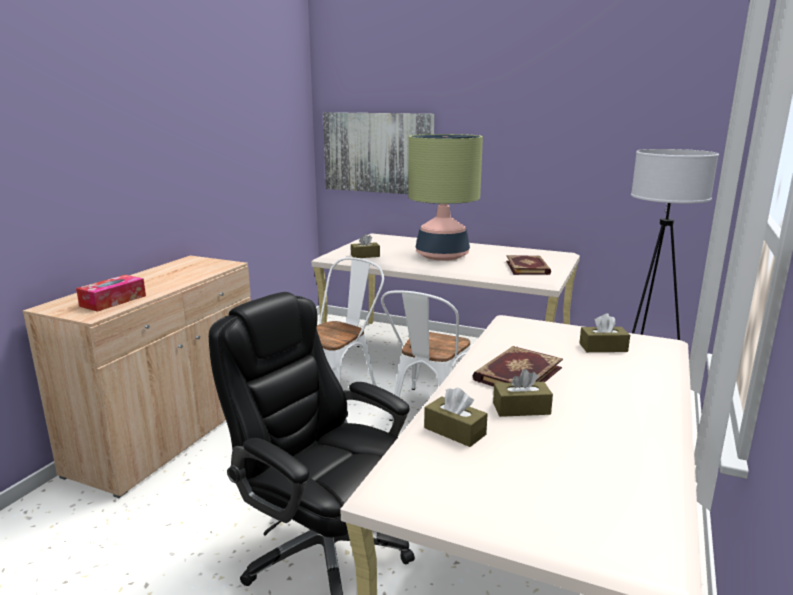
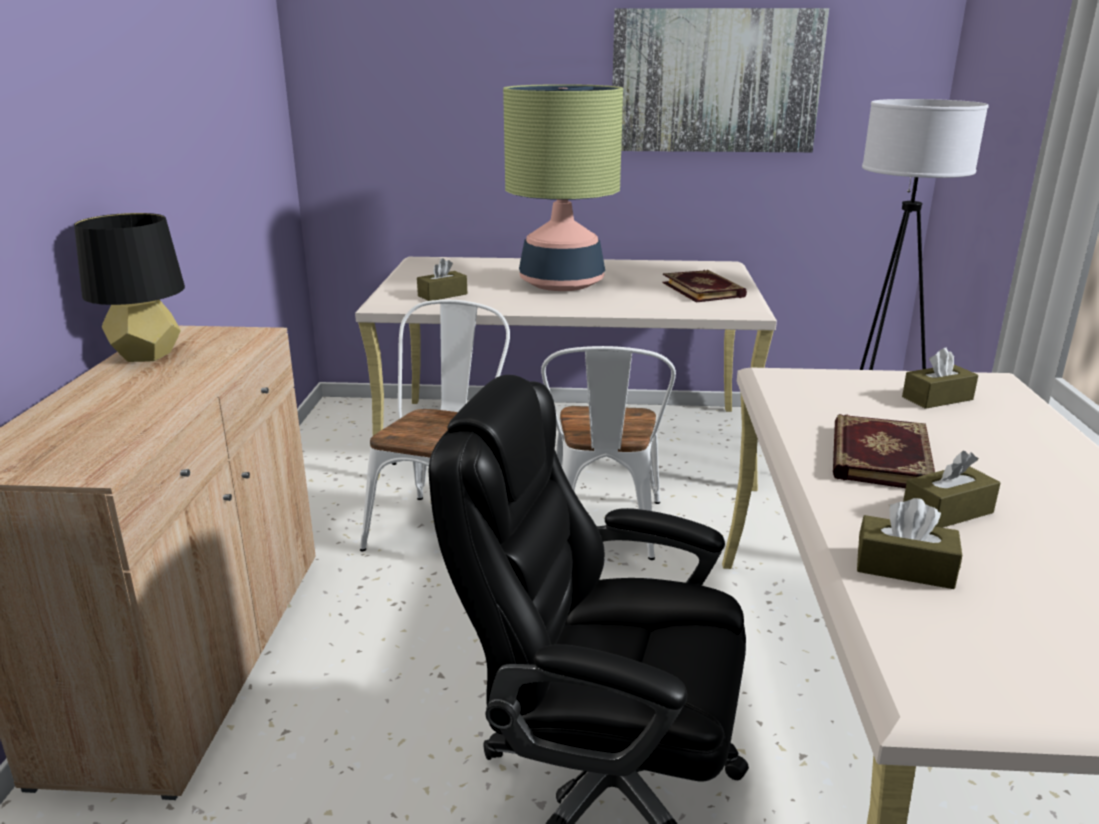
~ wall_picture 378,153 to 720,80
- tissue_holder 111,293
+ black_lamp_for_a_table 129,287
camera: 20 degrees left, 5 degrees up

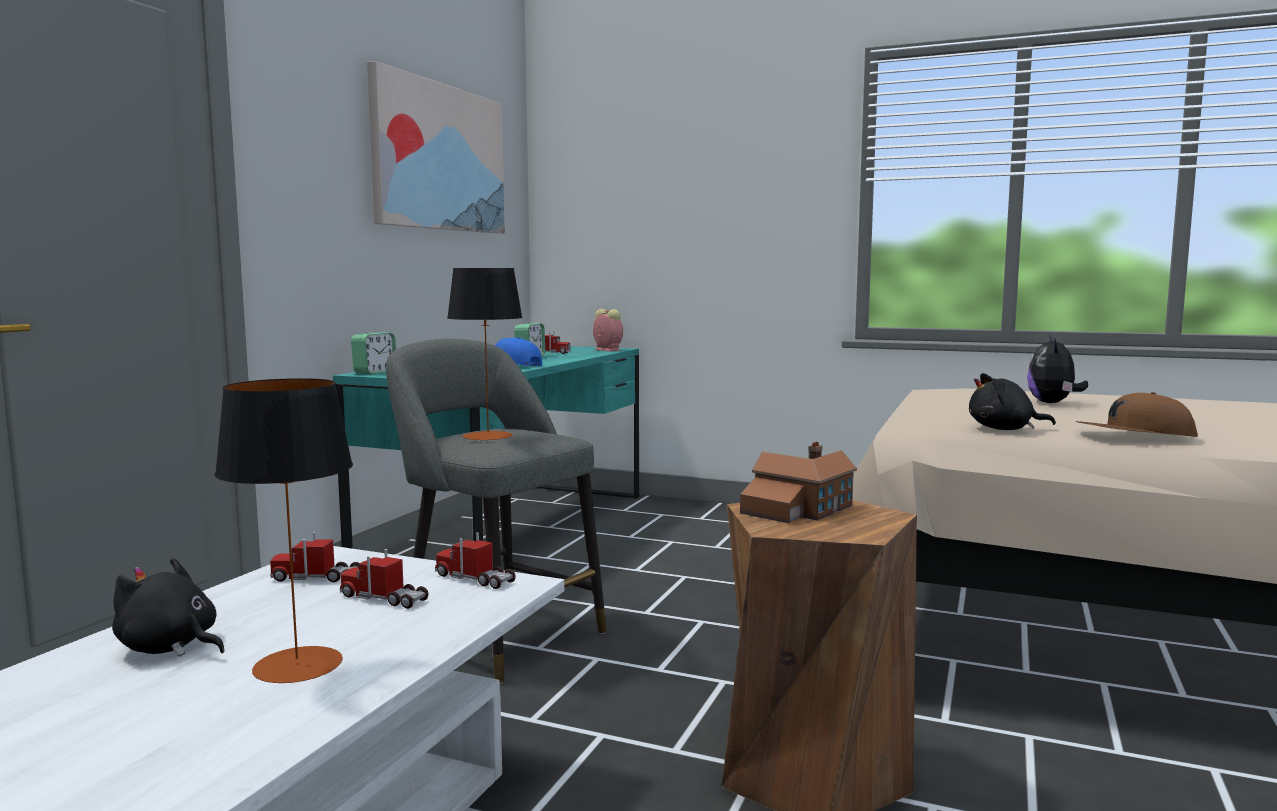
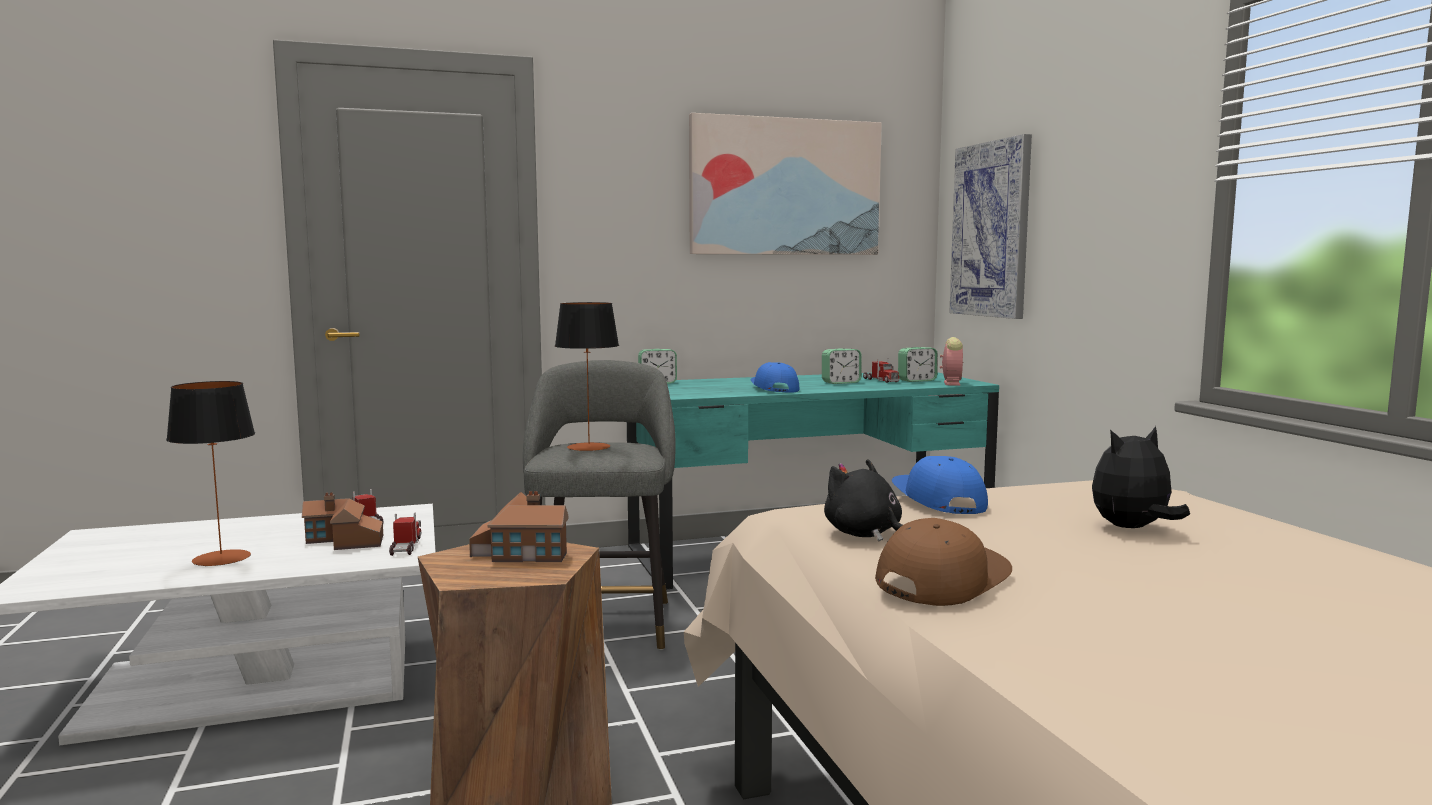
~ brownish_peaked_cap 1136,414 = 943,562 75 degrees clockwise
~ model_truck 384,579 to model_house 342,521
- black_soft_toy 168,607
+ wall_picture 990,226
+ bedside_clock 917,364
+ bluish_peaked_cap 940,485
camera: 50 degrees right, 0 degrees up

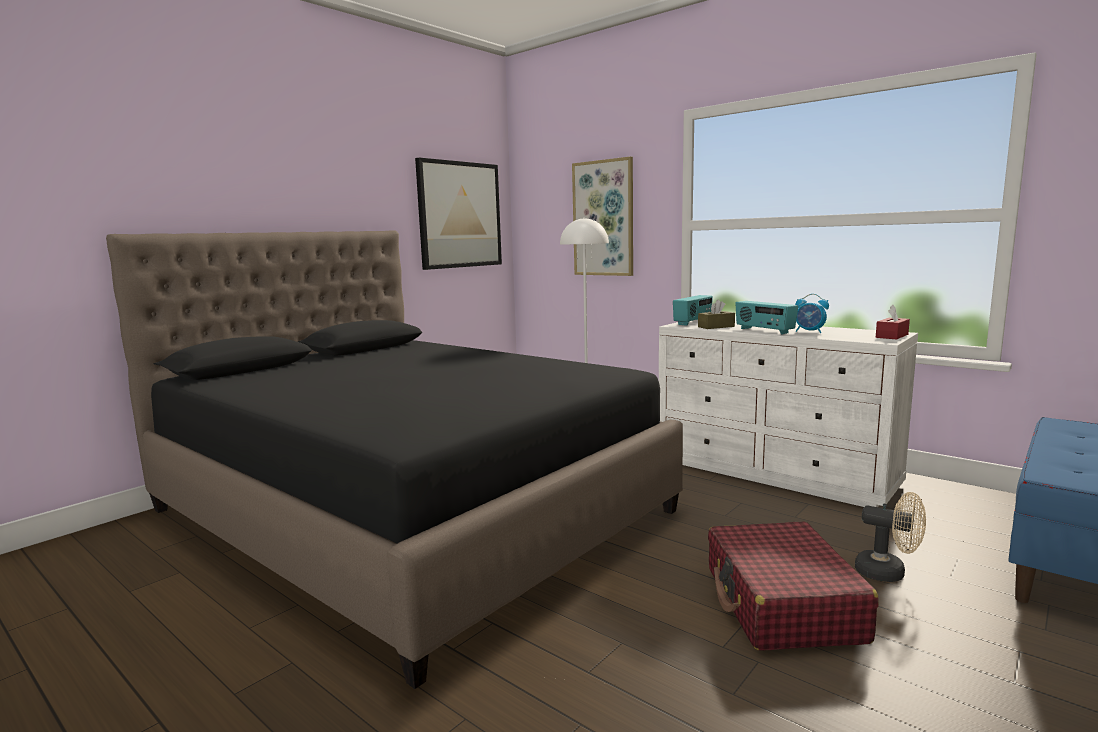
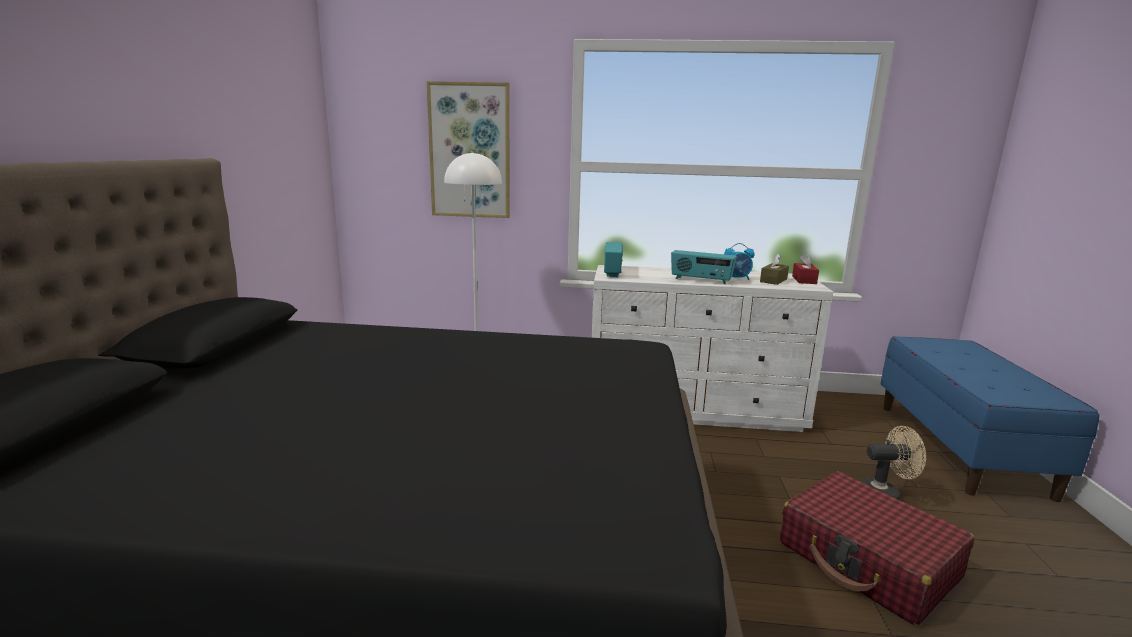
- wall_picture 458,214
~ brownish_tissue_holder 716,314 to 774,269
camera: 35 degrees left, 5 degrees up

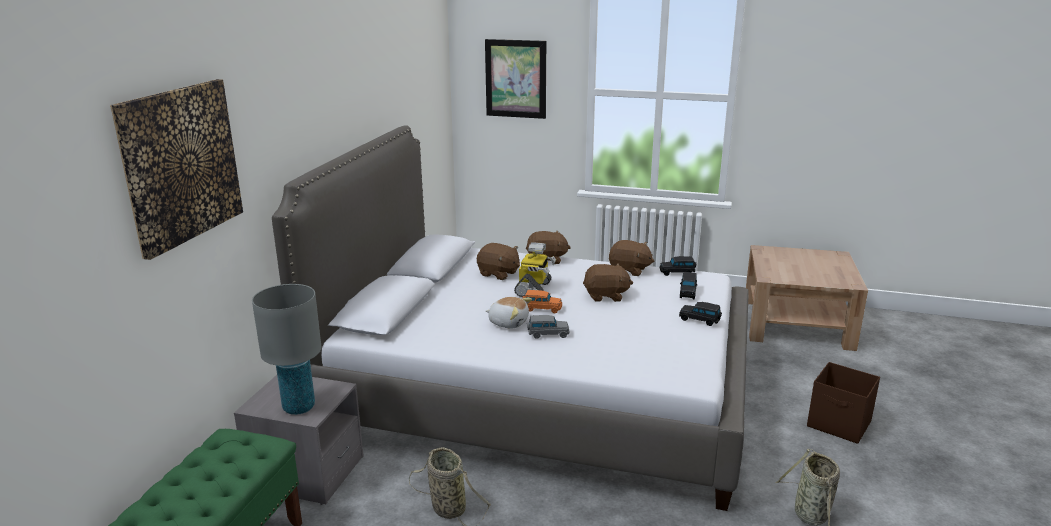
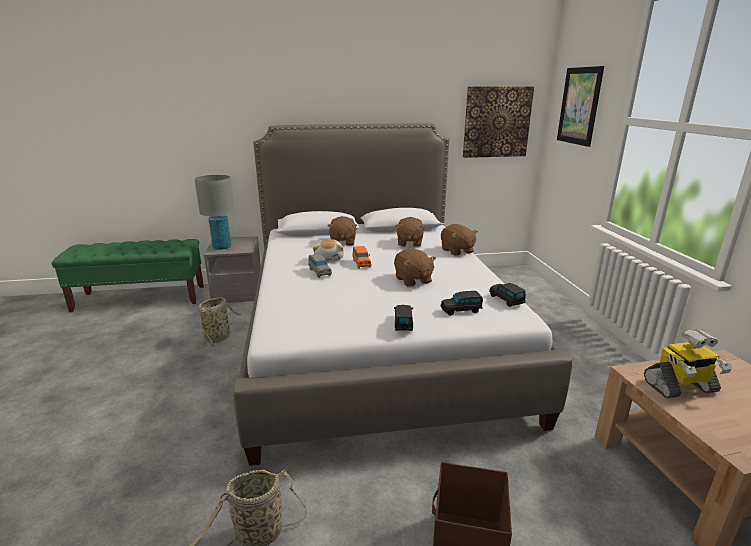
~ wall_picture 176,169 to 498,122
~ brownish_soft_toy 631,258 to 342,231
~ robot_figure 535,269 to 688,363
camera: 65 degrees right, 0 degrees up

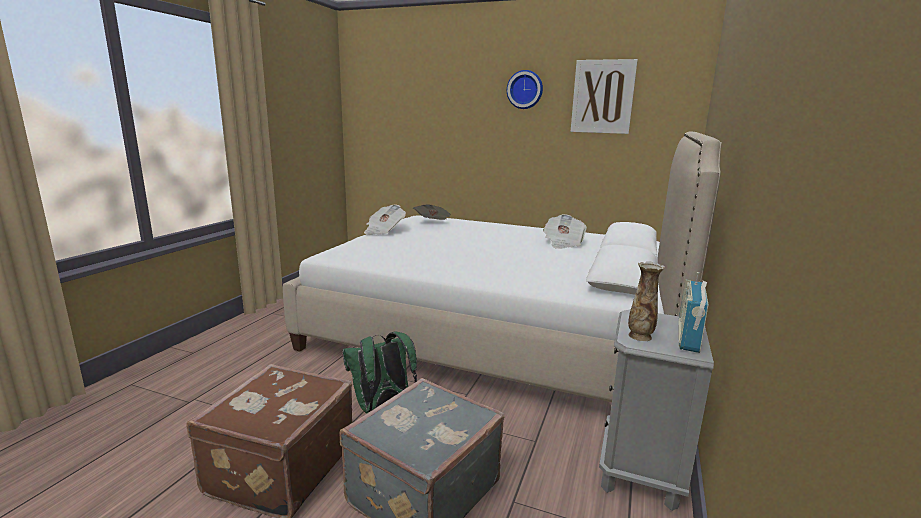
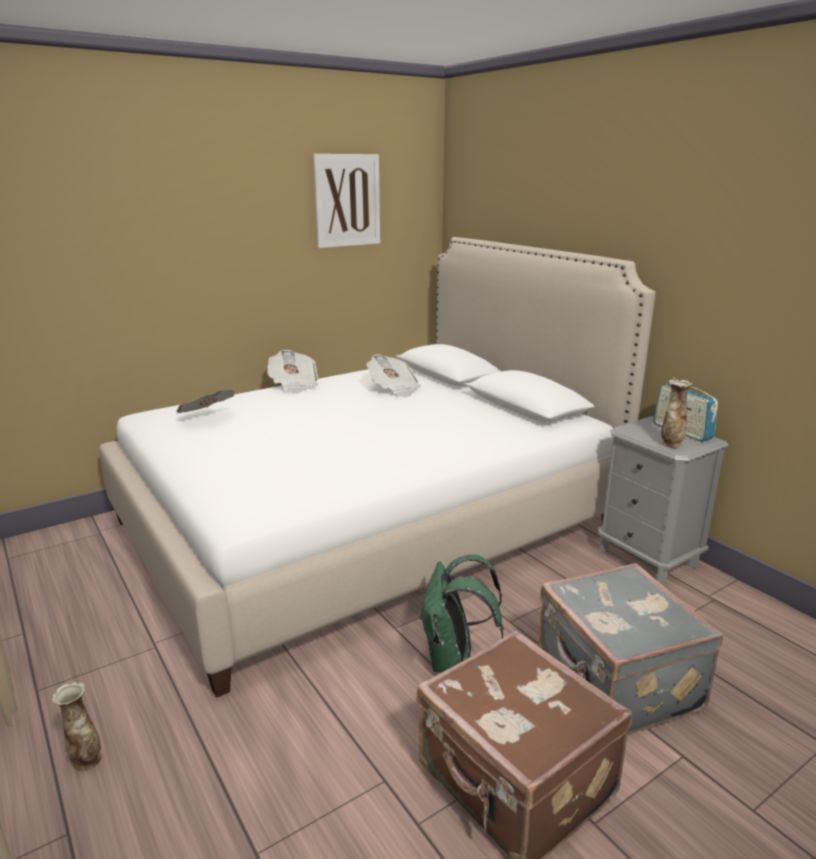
- hanging_clock 525,89
~ printed_paper 385,220 to 292,372
+ decorative_vase 77,726
camera: 55 degrees left, 5 degrees up

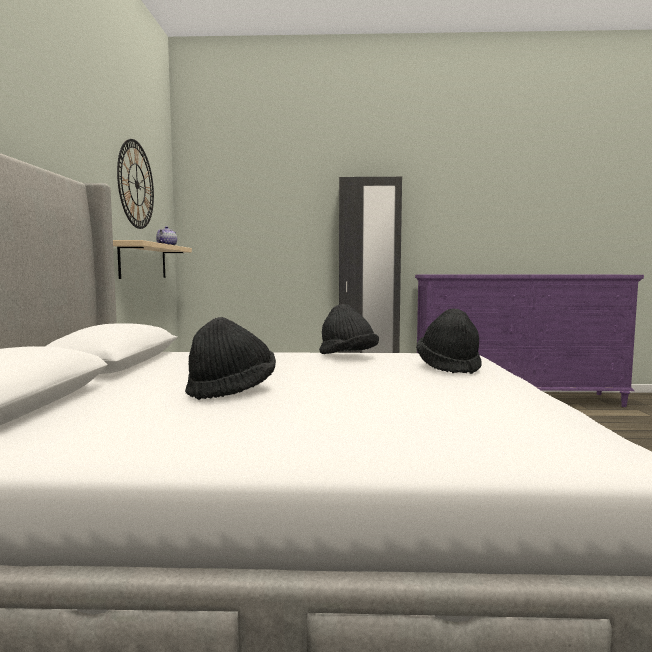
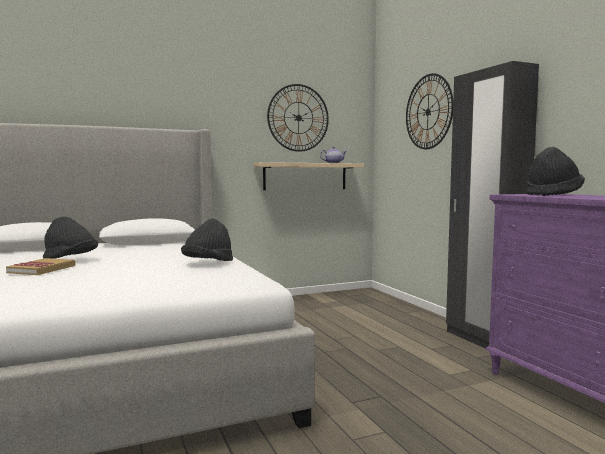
~ black_wearable_hat 449,341 to 555,171
+ hanging_clock 429,111
+ bound_book 41,266
camera: 65 degrees right, 0 degrees up

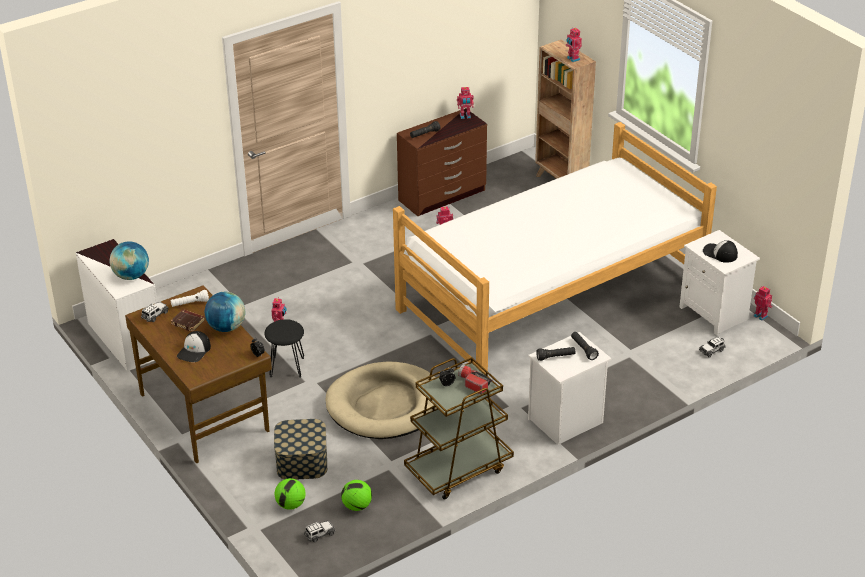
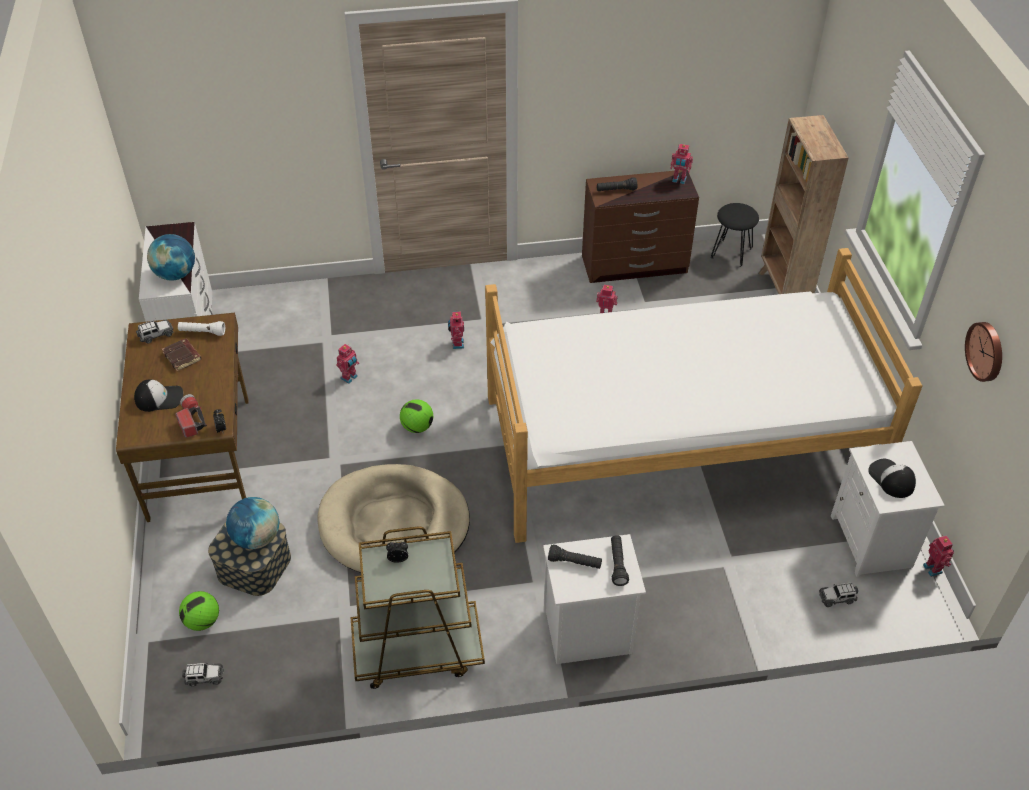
~ robot_figure 573,45 to 456,329
~ world_globe 225,312 to 253,523
~ black_stool 284,348 to 735,235
~ peaked_cap 194,346 = 158,395 150 degrees counterclockwise
~ torch 475,379 to 191,416
~ football_ball 356,495 to 416,416
+ hanging_clock 983,352
camera: 25 degrees right, 10 degrees up

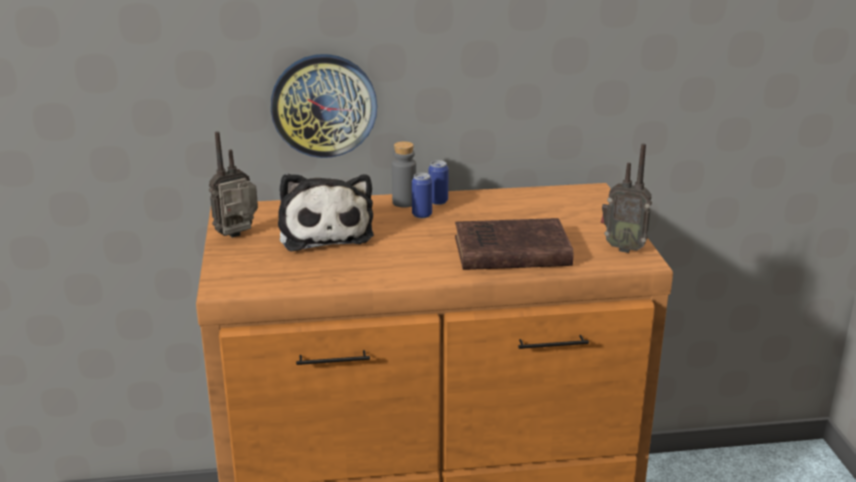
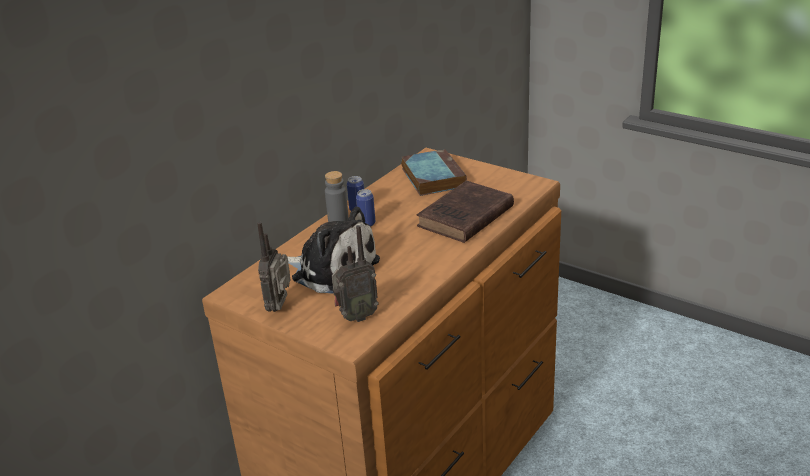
- hanging_clock 324,106
~ radio 626,198 to 355,273
+ bound_book 434,172
camera: 45 degrees left, 5 degrees up

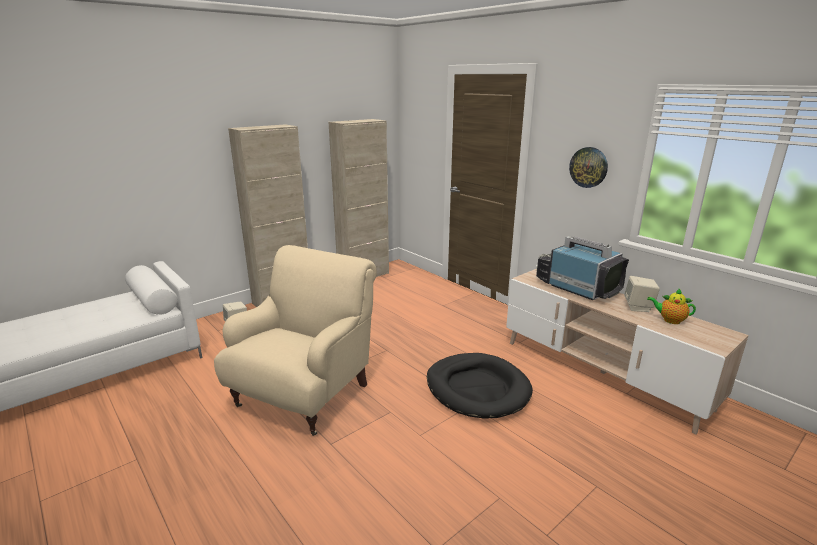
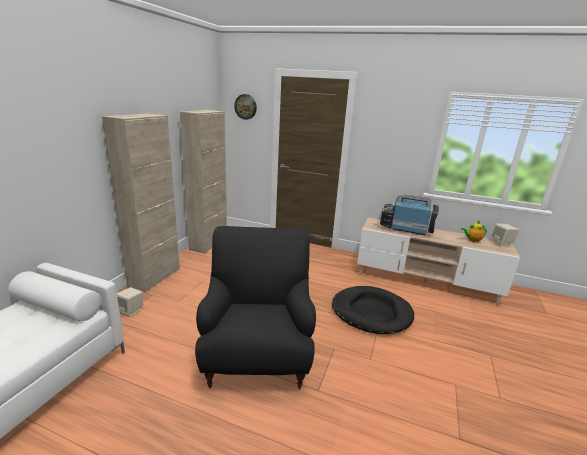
~ hanging_clock 588,167 to 245,107
~ sand-coloured_lounge_chair 295,340 to black_lounge_chair 255,307
~ sand-coloured_audio_speaker 642,294 to 505,235
camera: 30 degrees left, 0 degrees up

